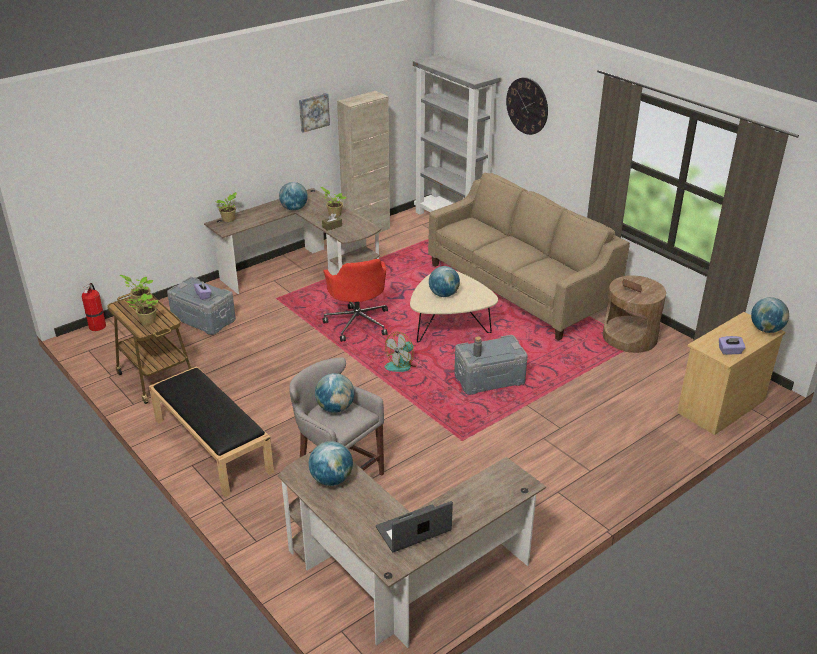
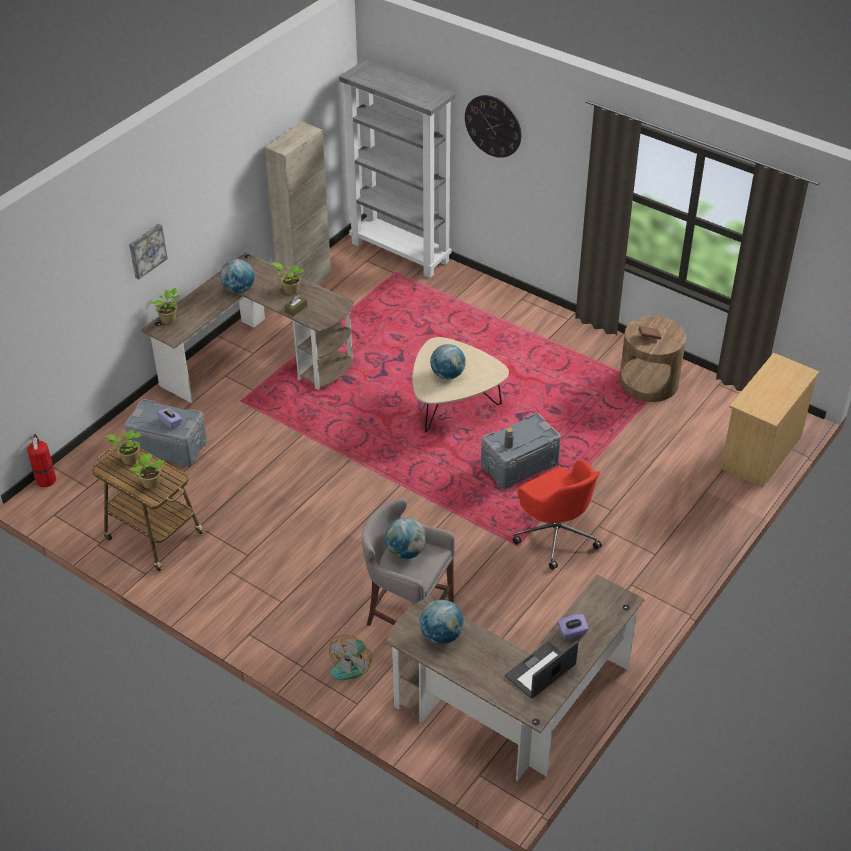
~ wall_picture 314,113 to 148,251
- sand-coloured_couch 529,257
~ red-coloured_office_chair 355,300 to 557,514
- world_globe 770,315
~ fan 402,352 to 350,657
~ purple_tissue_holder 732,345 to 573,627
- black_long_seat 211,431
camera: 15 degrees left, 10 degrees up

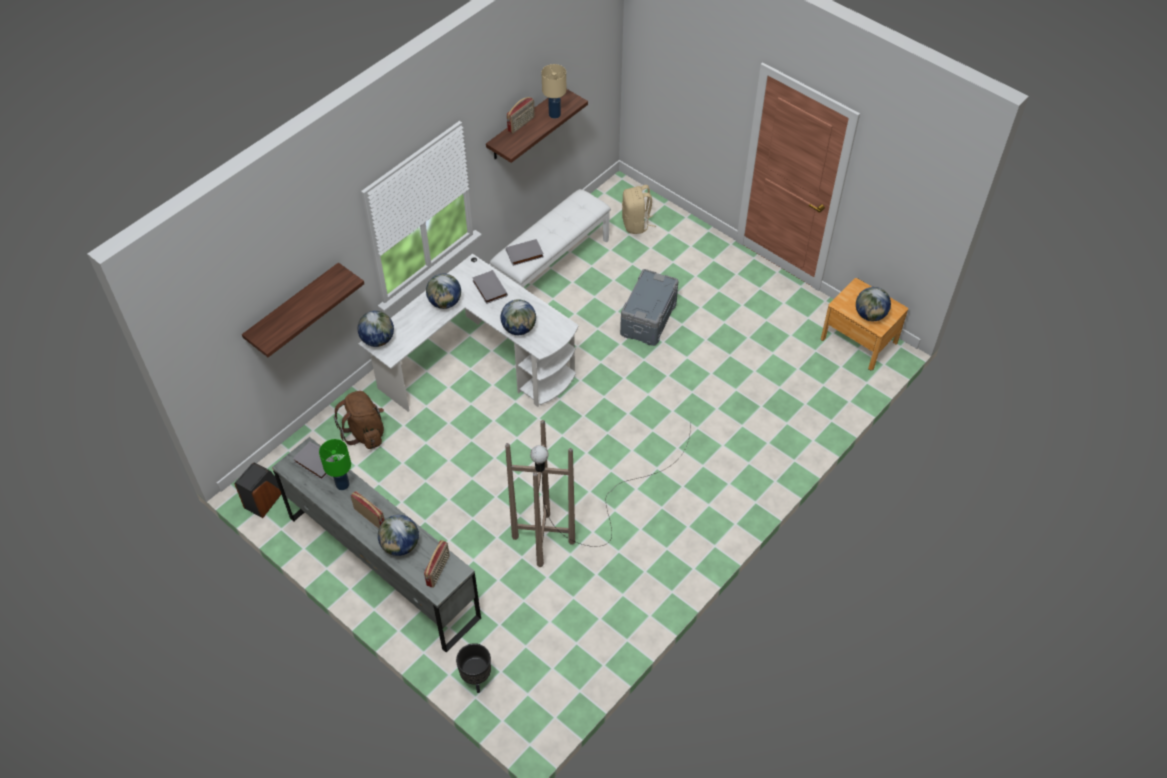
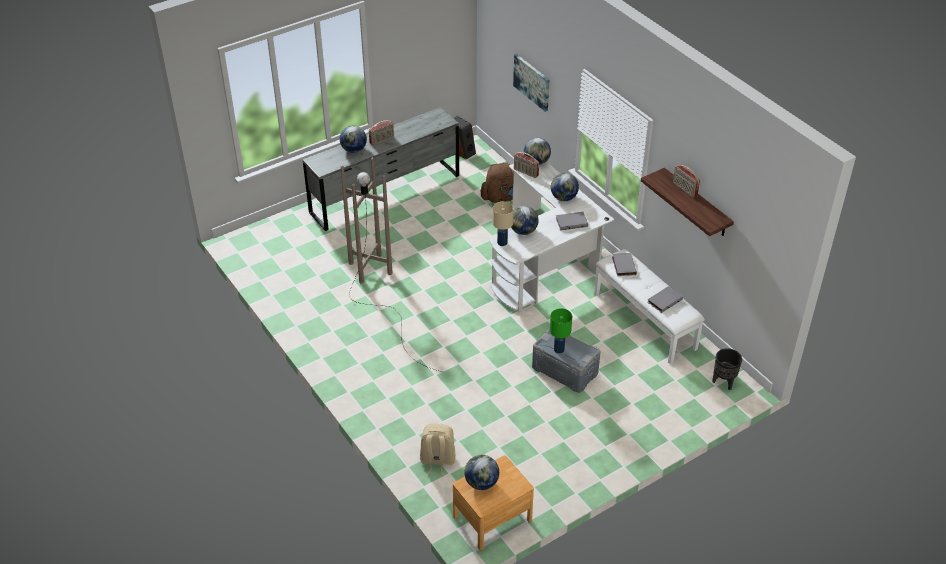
~ sand-coloured_lamp_for_a_table 554,91 to 503,223
~ sand-coloured_backpack 639,209 to 437,450
~ wall_shelf 303,309 to wall_picture 531,83
~ green-coloured_lamp_for_a_table 335,464 to 561,331
~ gray_bound_book 316,461 to 665,299
~ radio 437,564 to 526,165
~ black_planter 473,668 to 727,369
camera: 105 degrees right, 10 degrees down

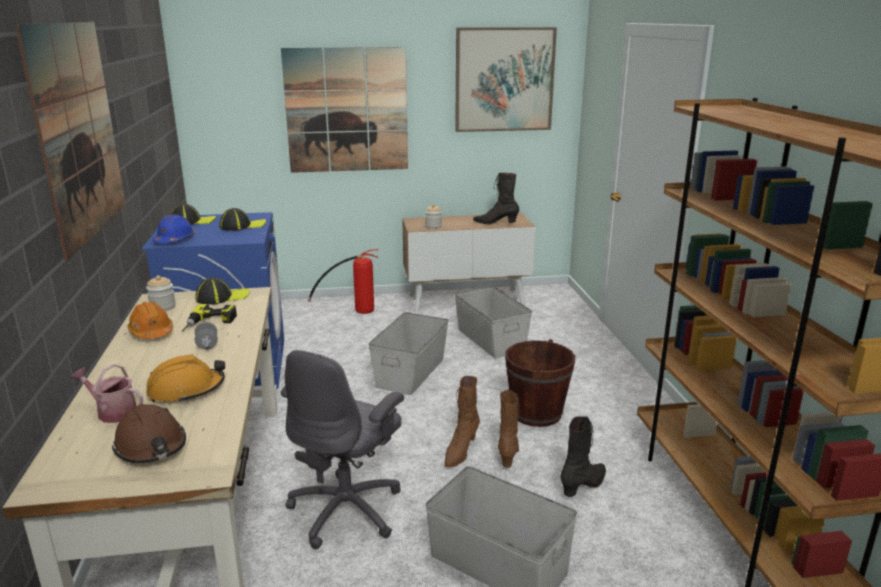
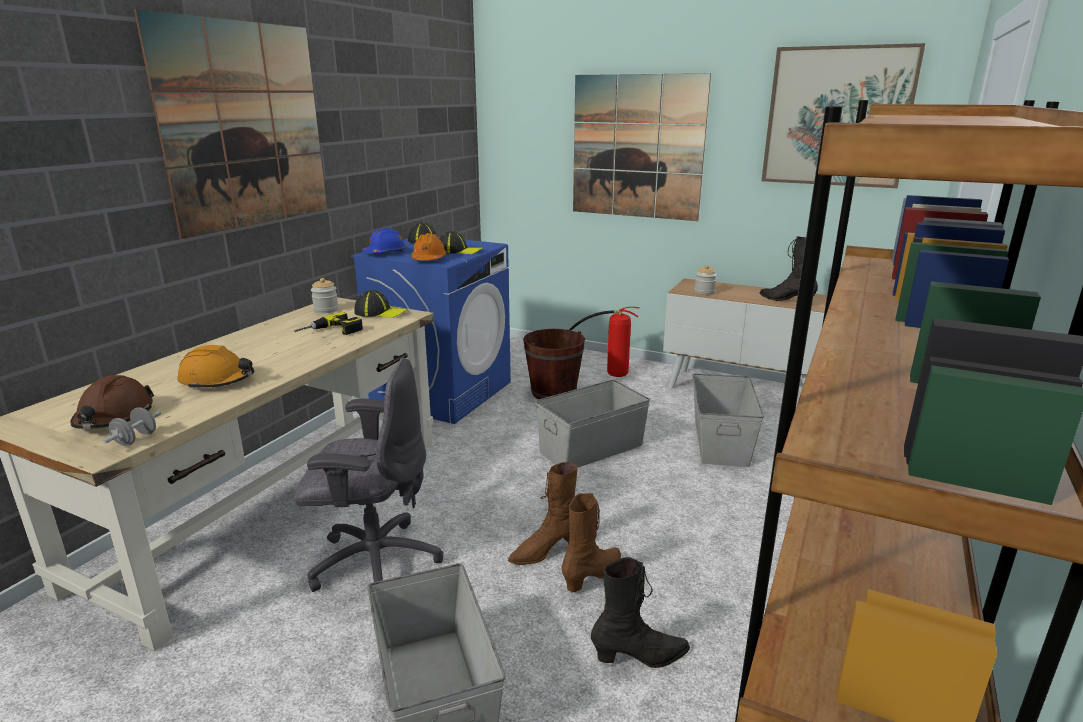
~ orangey_safety_helmet 150,320 to 429,247
~ gray_free_weight 206,336 to 132,426
~ brownish_water_bucket 540,383 to 554,364
~ gray_office_chair 342,449 = 369,475 150 degrees counterclockwise
- sprinkling_can 107,393
camera: 35 degrees right, 0 degrees up

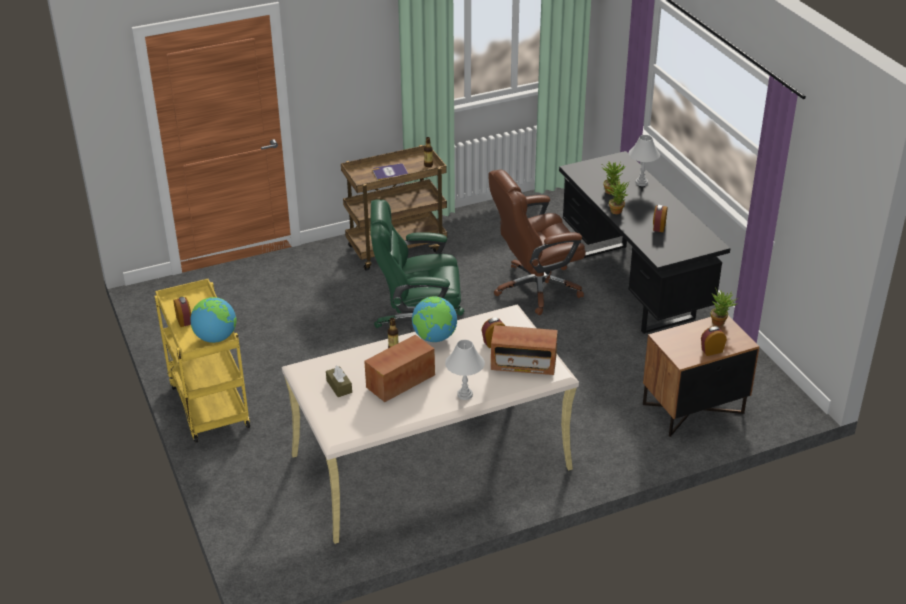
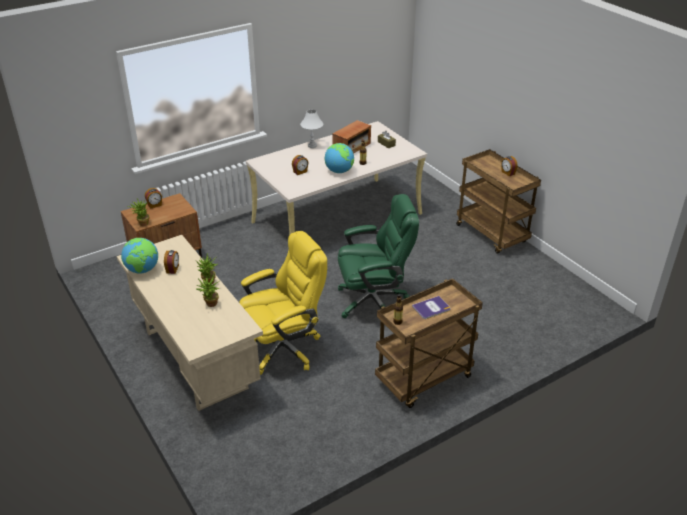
- white_lamp_for_a_table 644,160
~ black_desk 644,242 to sand-coloured_desk 190,323
~ brownish_office_chair 537,242 to yellow-coloured_office_chair 283,303
~ yellow-coloured_trolley 202,361 to brownish_trolley 498,201
~ world_globe 213,320 to 139,255
- radio 524,350
camera: 170 degrees right, 0 degrees up

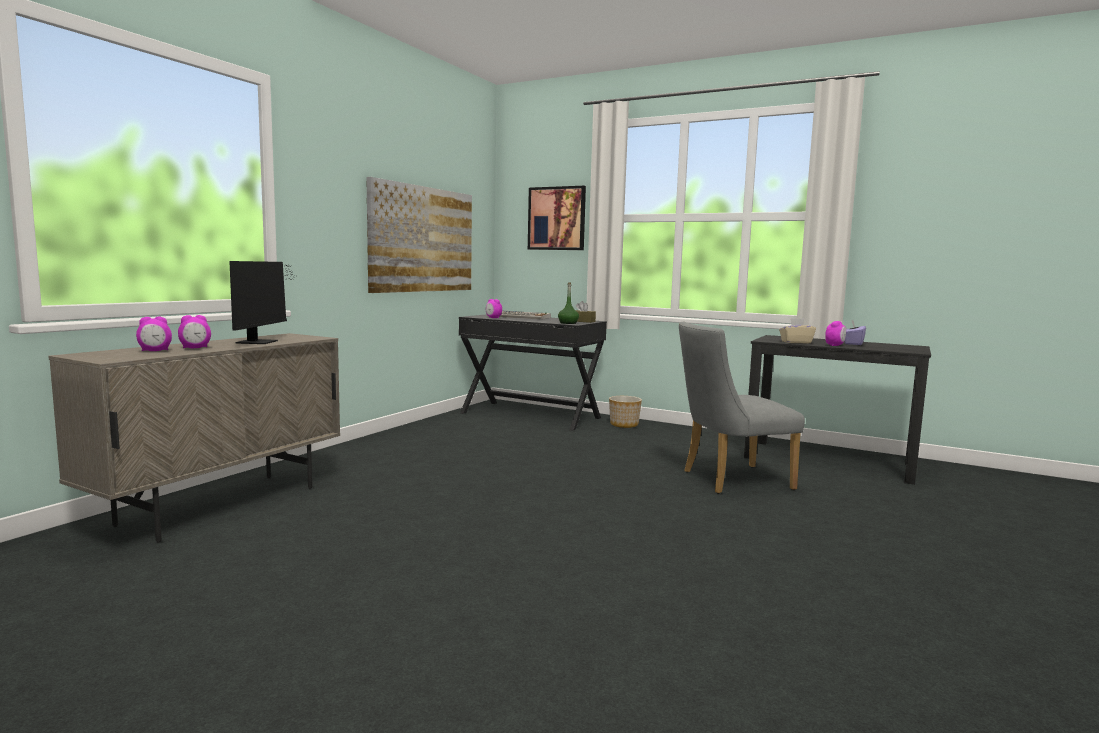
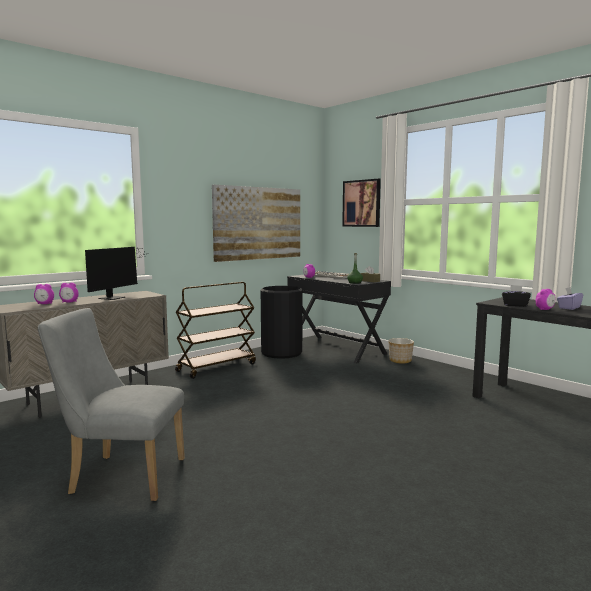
~ sand-coloured_tissue_holder 797,331 to black_tissue_holder 516,296
~ gray_chair 742,408 to 111,405
+ brownish_trolley 215,330
+ black_trash_can 281,322
camera: 20 degrees right, 0 degrees up

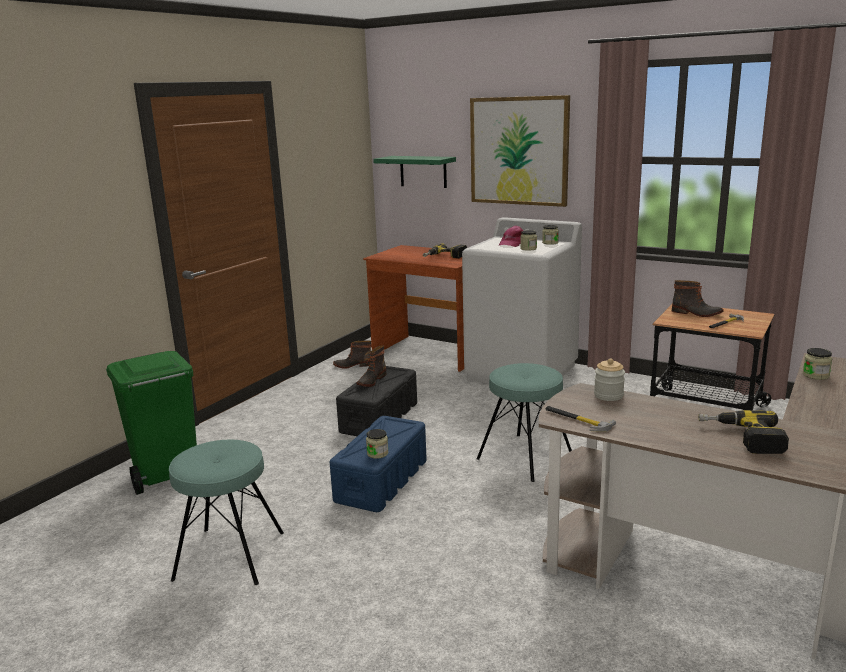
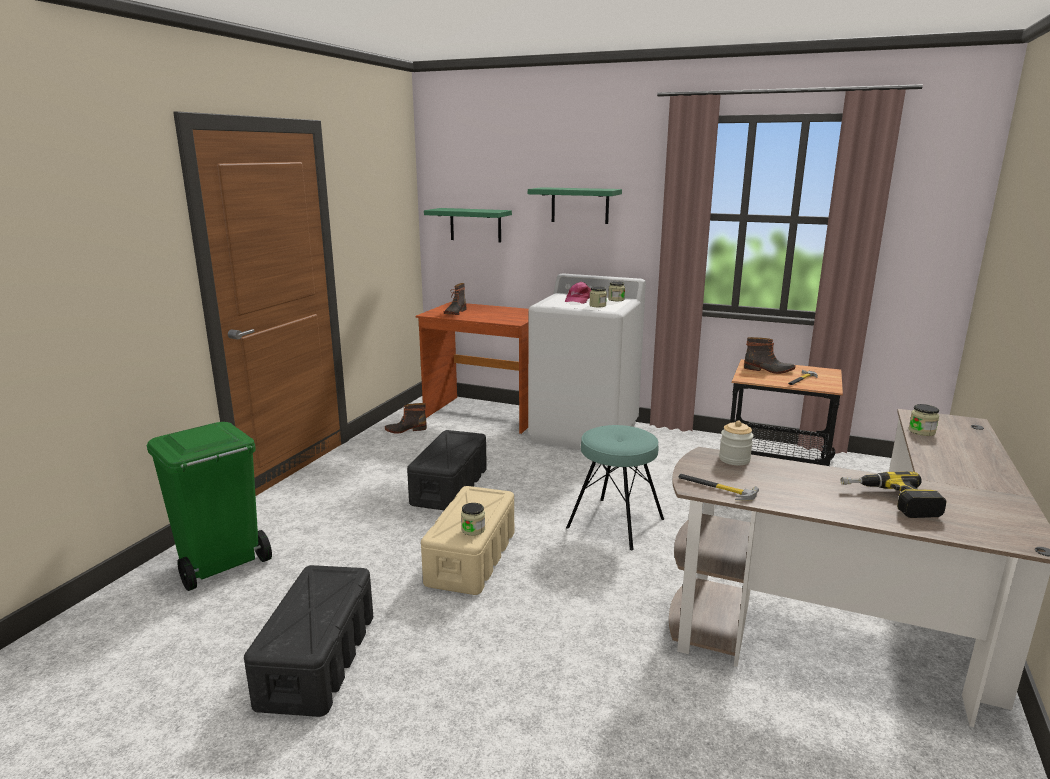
~ wall_picture 520,151 to green-coloured_wall_shelf 575,205
- power_drill 445,250
~ boot 371,366 to 455,299
~ bluish_storage_container 378,464 to sand-coloured_storage_container 467,540
~ turquoise-coloured_stool 226,512 to black_storage_container 308,641
camera: 10 degrees left, 0 degrees up

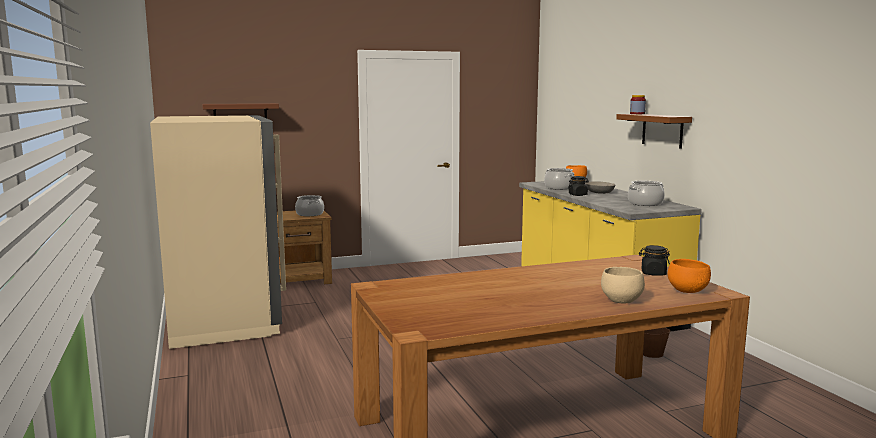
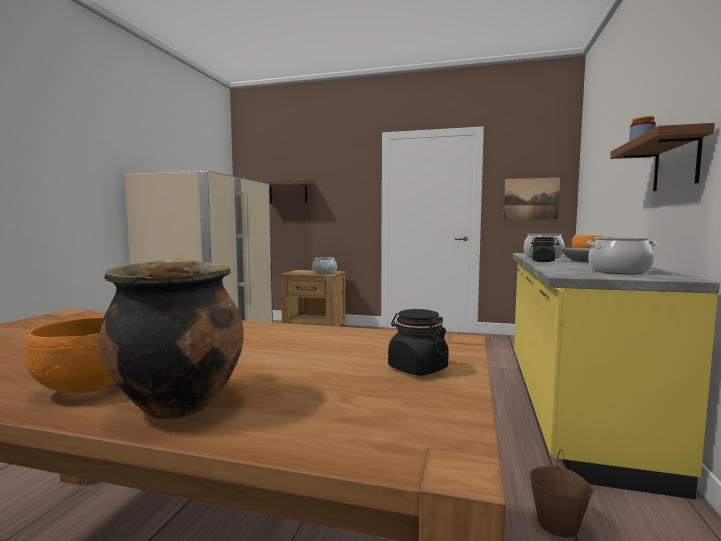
~ orangey_deep_dish 689,276 to 68,355
~ sand-coloured_deep_dish 623,285 to saucepot 171,339
+ wall_picture 532,198
camera: 35 degrees right, 5 degrees down

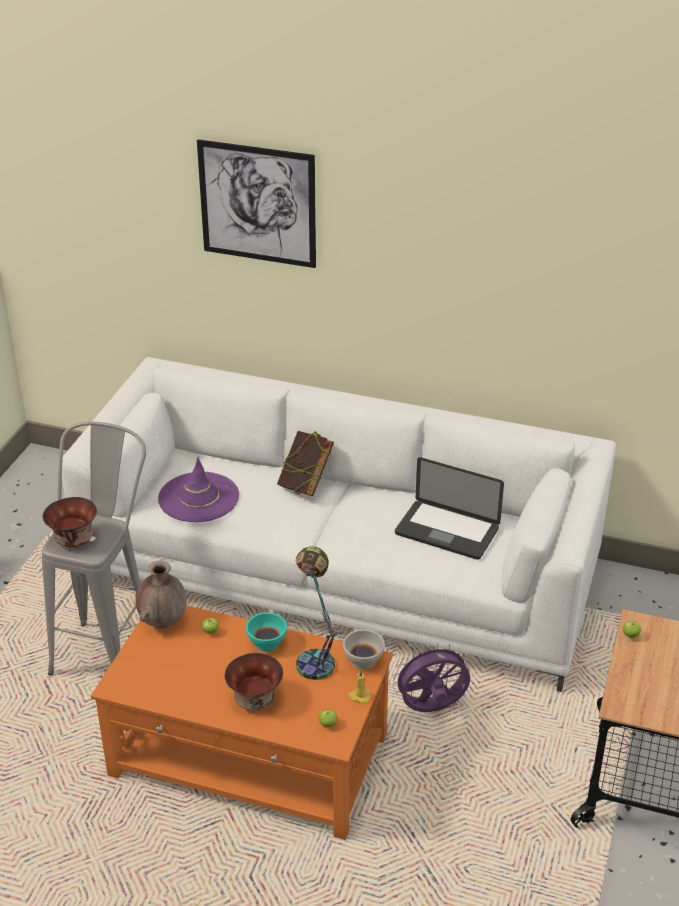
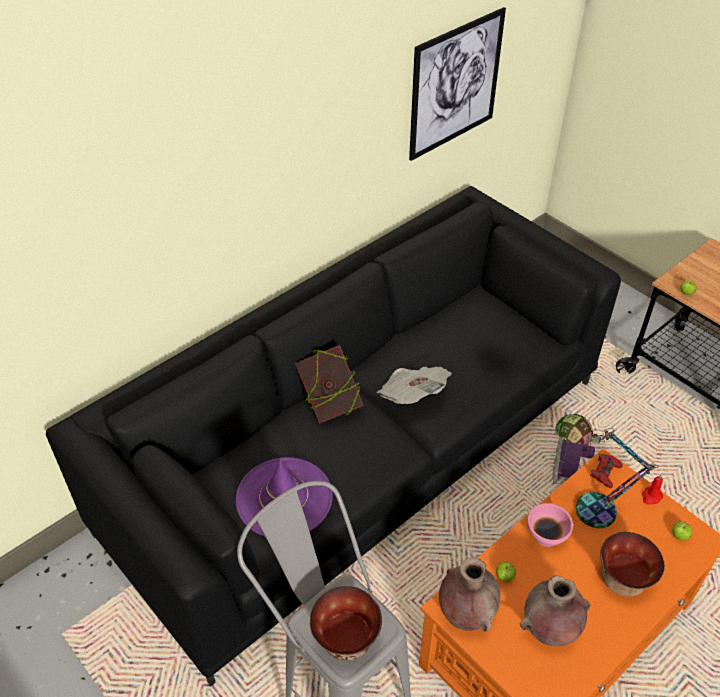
~ wall_picture 256,203 to 457,84
~ white_couch 339,524 to black_couch 333,436
- portable_computer 449,508
~ turquoise-coloured_deep_dish 266,632 to pink-coloured_deep_dish 550,525
~ white_deep_dish 364,649 to red-coloured_gamepad 606,471
~ yellow-coloured_wax_candle 359,687 to red-coloured_wax_candle 652,489
+ printed_paper 414,385
+ brownish_decorative_vase 555,610
camera: 60 degrees left, 10 degrees up

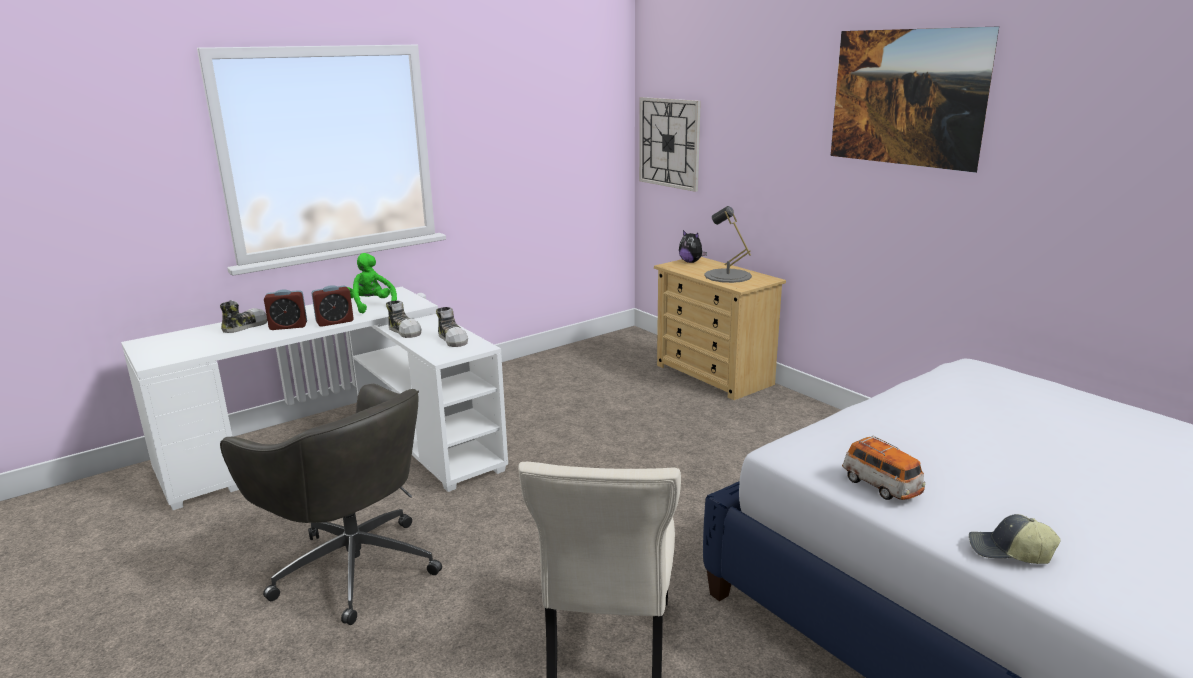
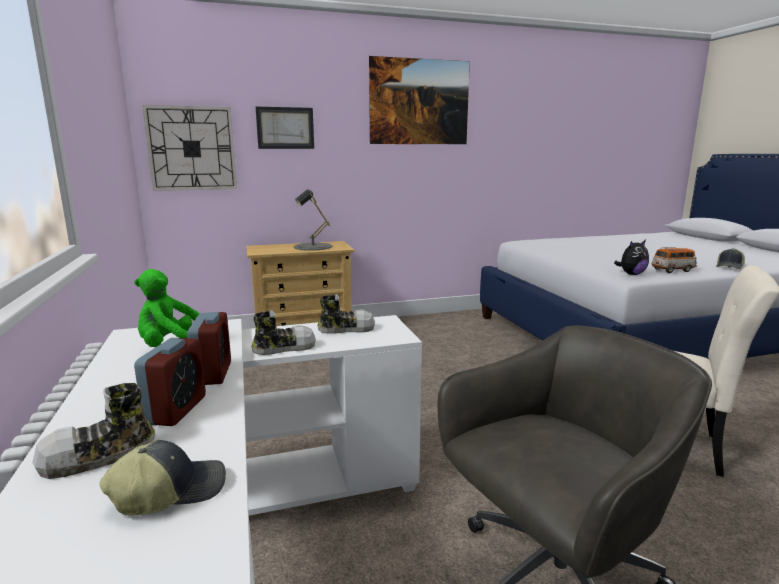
~ soft_toy 693,246 to 631,257
~ item_of_footwear 243,316 = 93,431 90 degrees counterclockwise
+ wall_picture 285,128
+ peaked_cap 163,477
camera: 70 degrees left, 5 degrees down

